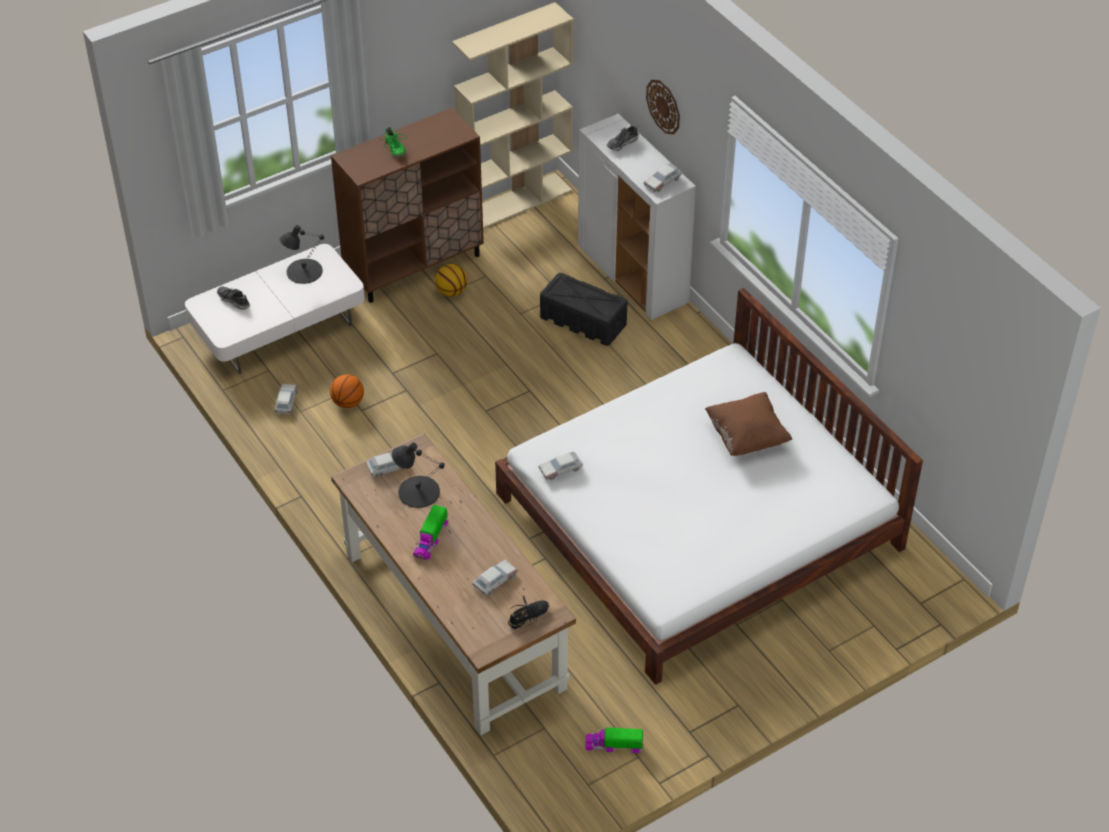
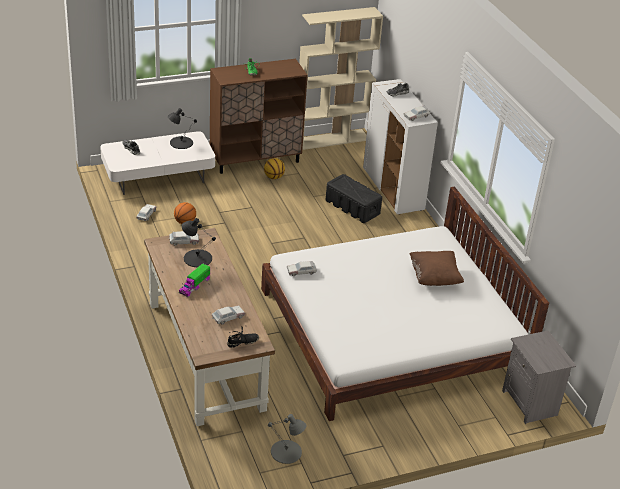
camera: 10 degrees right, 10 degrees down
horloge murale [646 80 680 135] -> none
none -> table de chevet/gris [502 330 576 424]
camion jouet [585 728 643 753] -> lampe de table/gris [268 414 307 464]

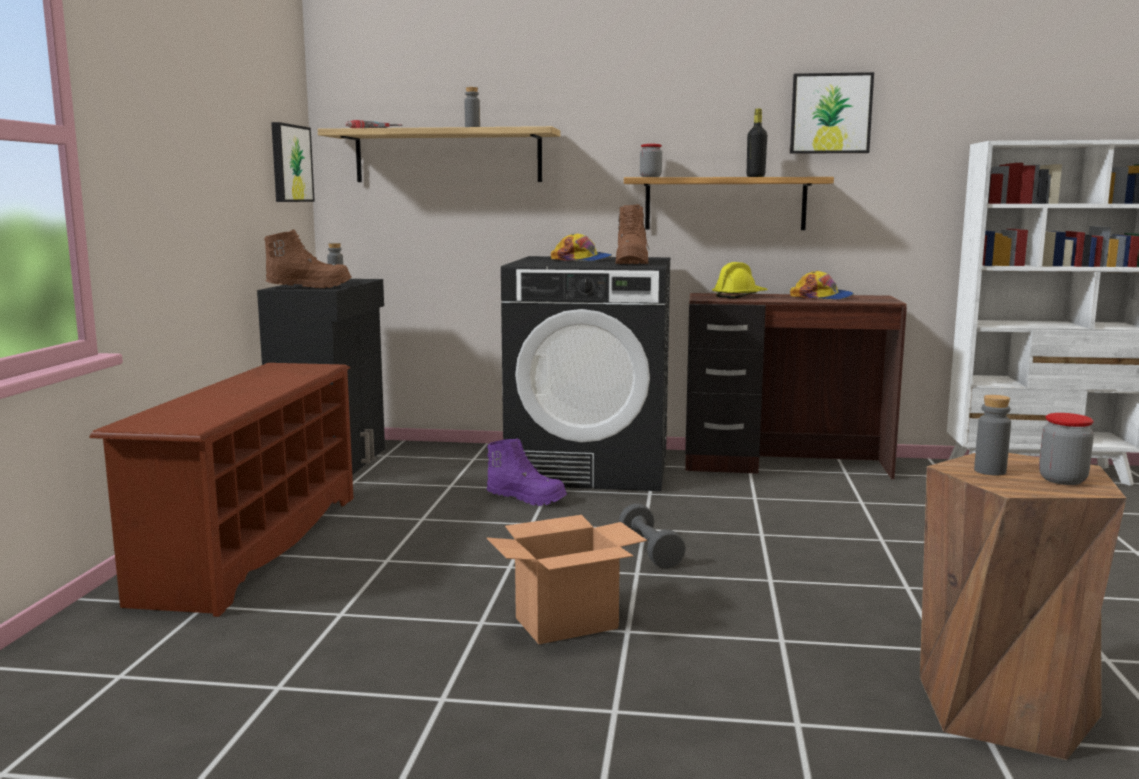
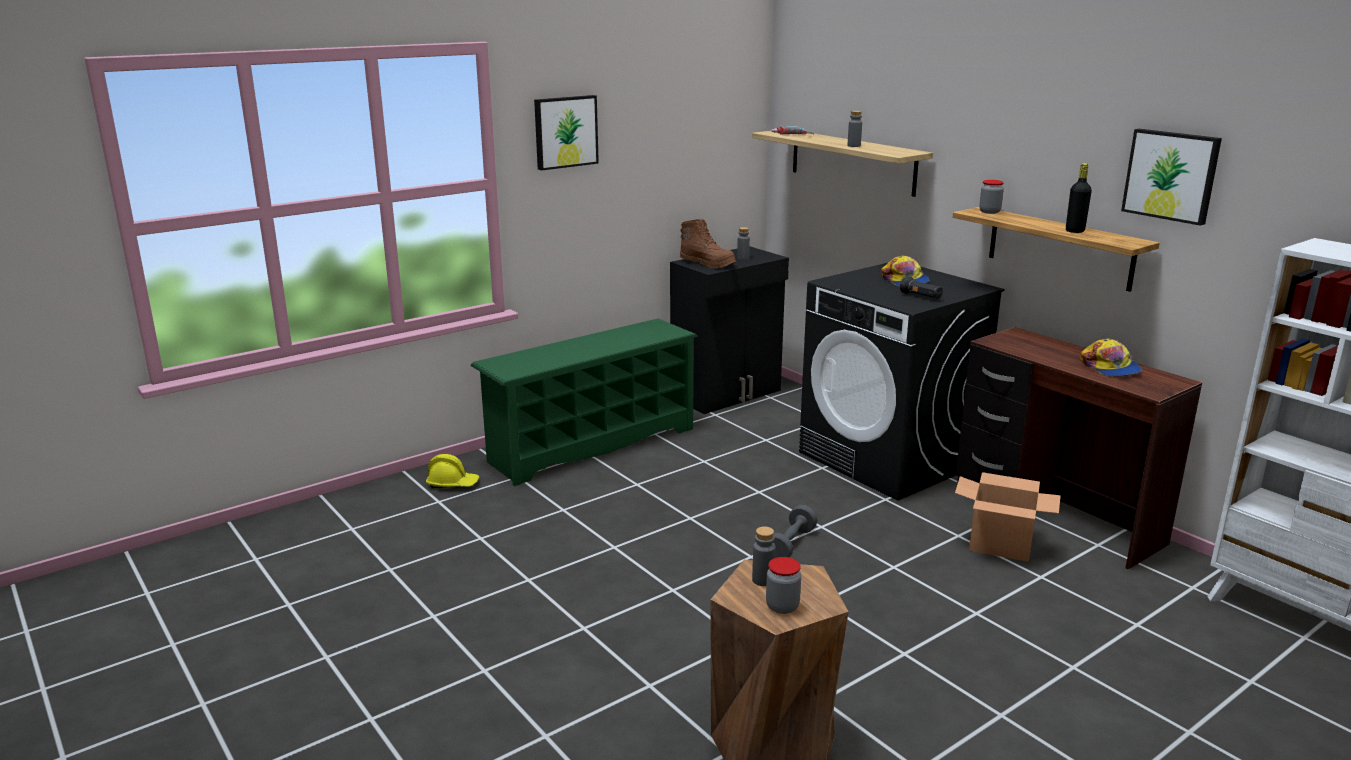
camera: 45 degrees right, 10 degrees up
botte/violet [487 438 567 506] -> none
tableau [271 122 315 202] -> tableau [534 95 599 171], relocated
carton [487 515 647 644] -> carton [955 472 1061 562], relocated
casque de chantier/jaune [712 262 768 299] -> casque de chantier/jaune [426 454 479 488], relocated
botte/marron [615 204 650 264] -> lampe de poche/noir [900 276 943 299]
étagère à chaussures/marron [89 363 354 617] -> étagère à chaussures/vert [470 318 698 486]

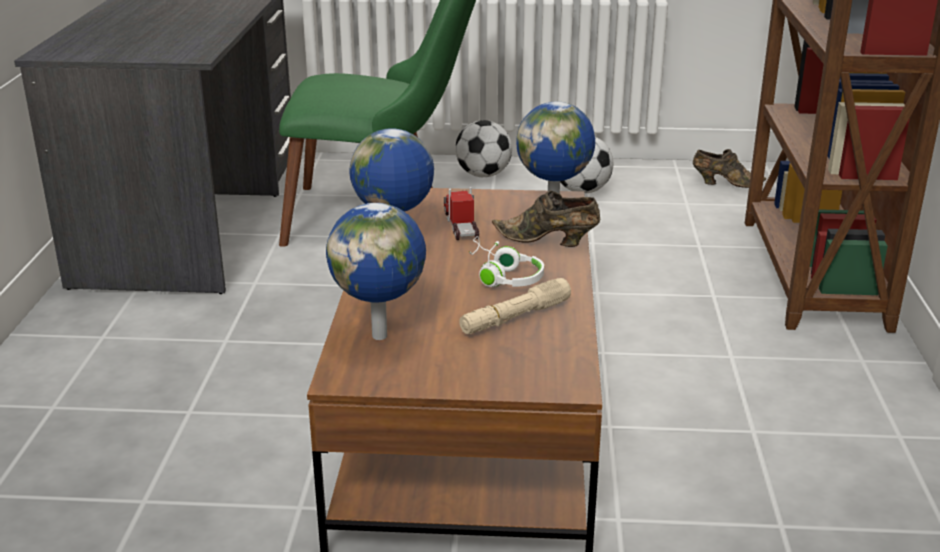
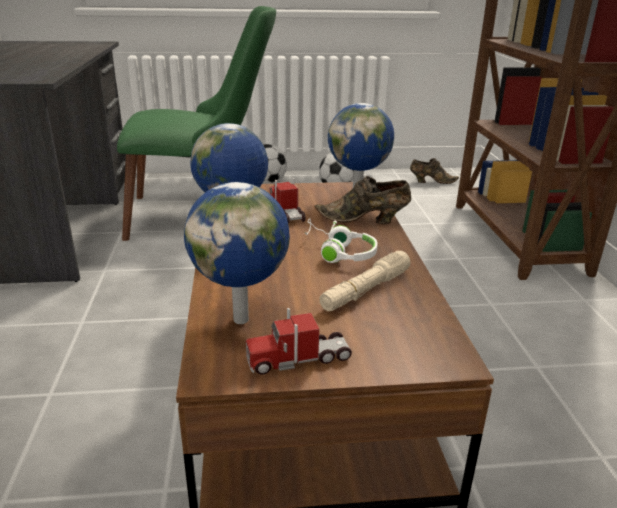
camera: 10 degrees left, 0 degrees up
none -> camion jouet [246 308 352 375]

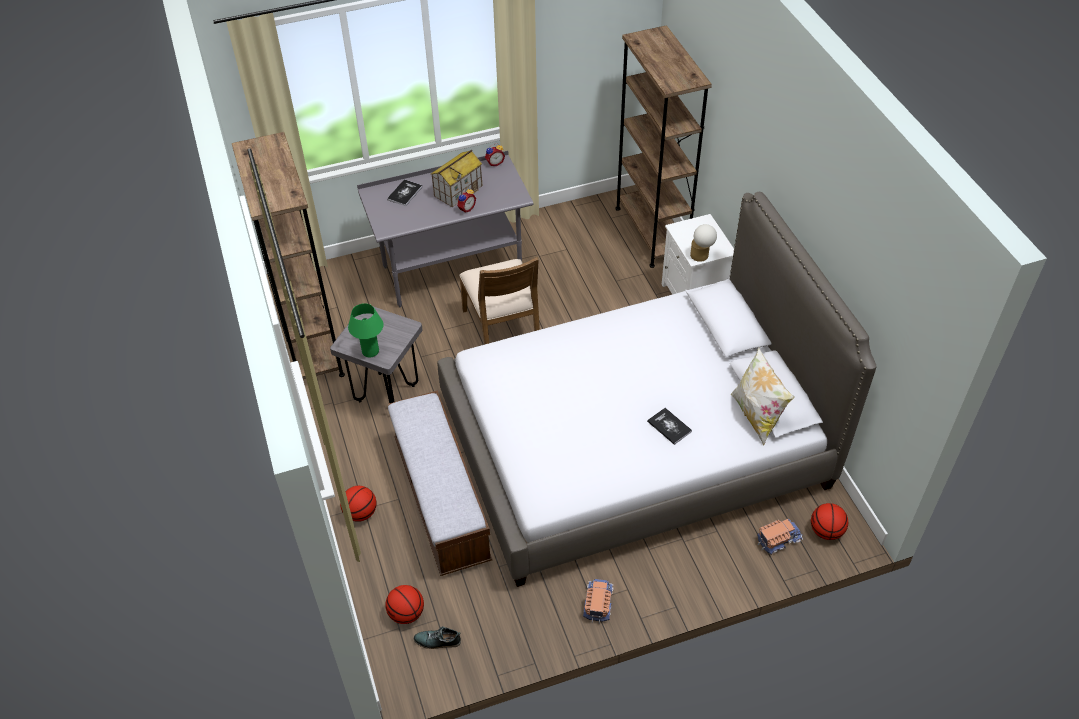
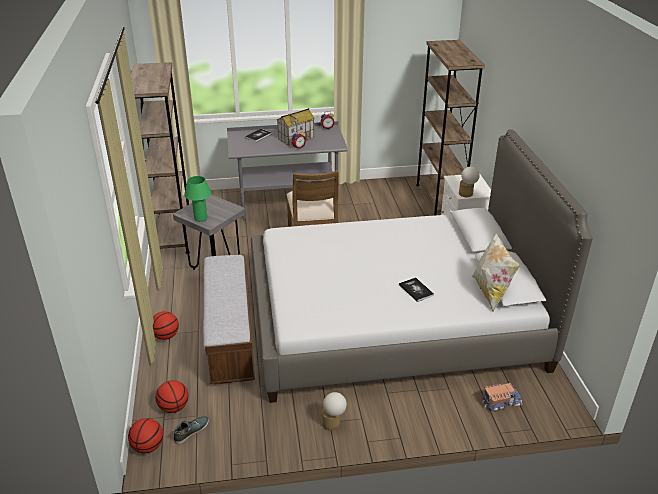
camera: 10 degrees right, 15 degrees down
ballon de basket [811 503 848 540] -> ballon de basket [128 418 163 454], relocated
camion jouet [583 579 614 624] -> lampe de table [322 392 347 431]
chaussure [414 626 461 649] -> chaussure [172 416 209 444], 120 degrees clockwise

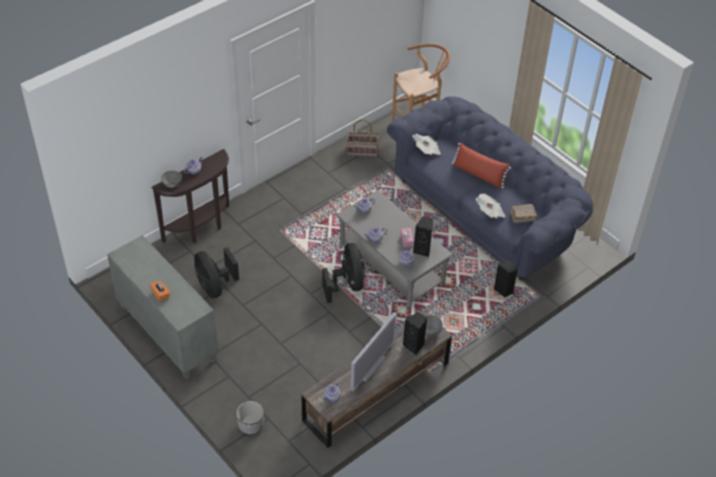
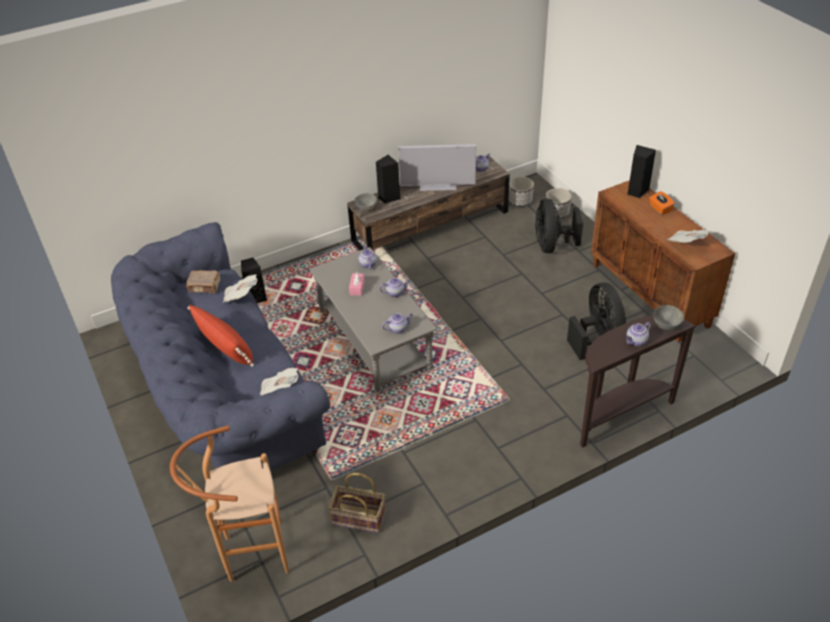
camera: 165 degrees left, 5 degrees down
none -> cache-pot [509 176 534 207]
none -> journal [667 230 711 243]
ventilateur/noir [322 243 365 303] -> ventilateur/noir [535 199 583 253], relocated
enceinte/noir [413 216 433 257] -> enceinte/noir [627 145 656 198], relocated
meuble de rangement/gris [107 235 219 380] -> meuble de rangement/marron [591 180 735 342]
téléviseur [351 312 397 391] -> téléviseur [398 144 476 191], 135 degrees counterclockwise

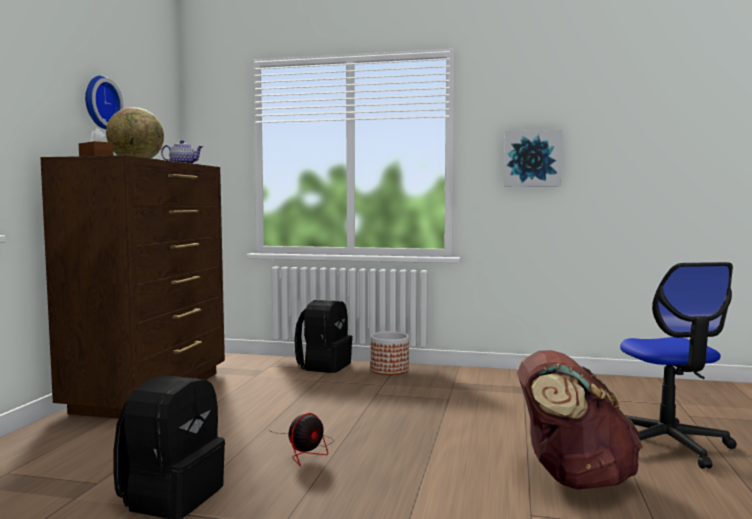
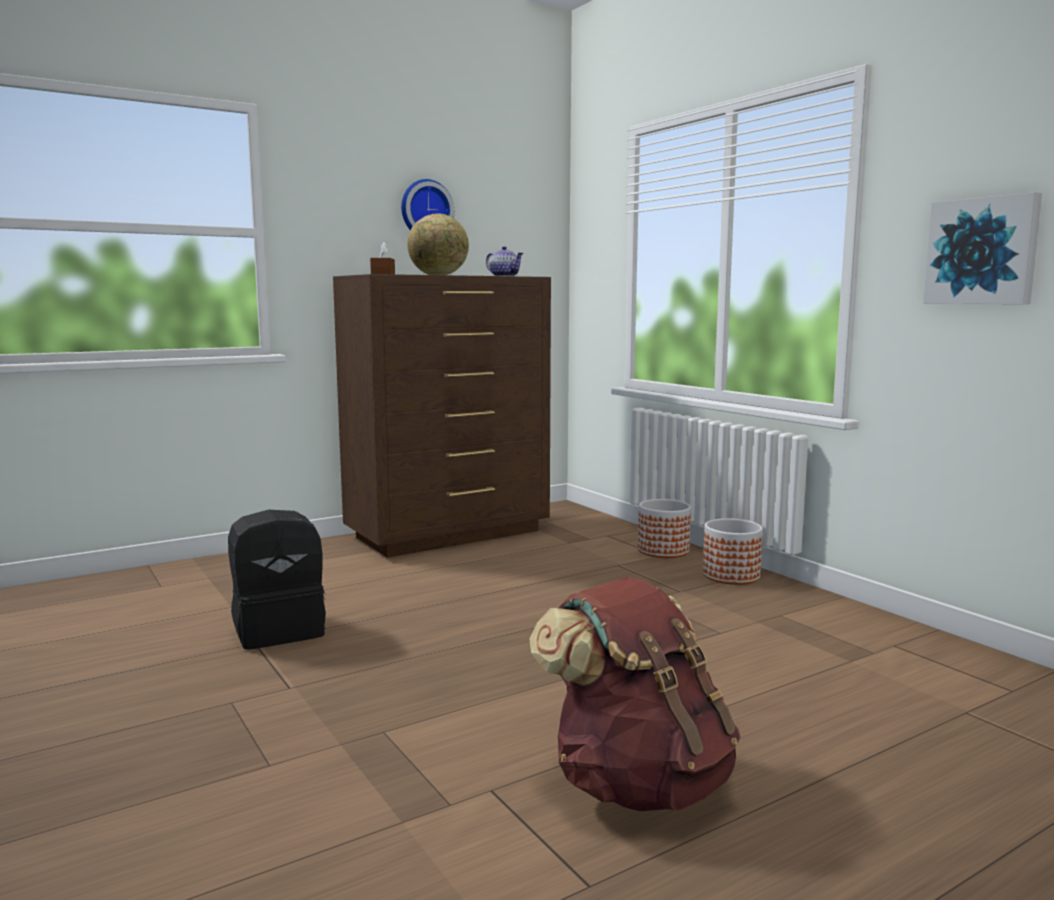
camera: 45 degrees right, 5 degrees up
ventilateur [268 413 334 466] -> none
chaise de bureau [620 262 737 469] -> none
sac à dos/noir [294 300 353 373] -> cache-pot [638 499 691 558]

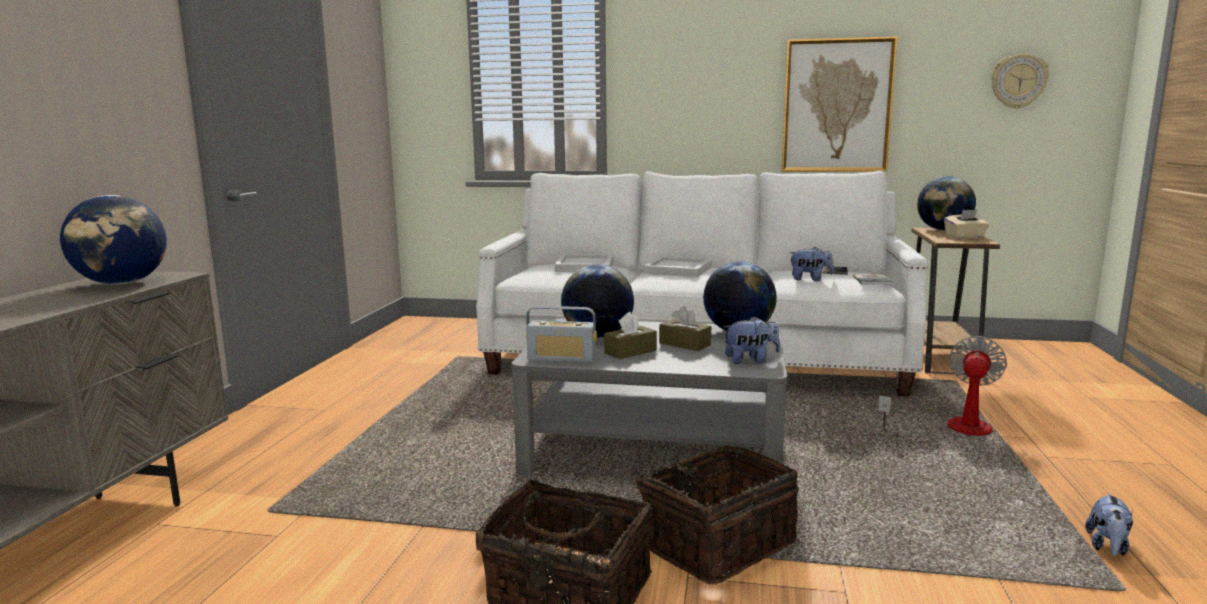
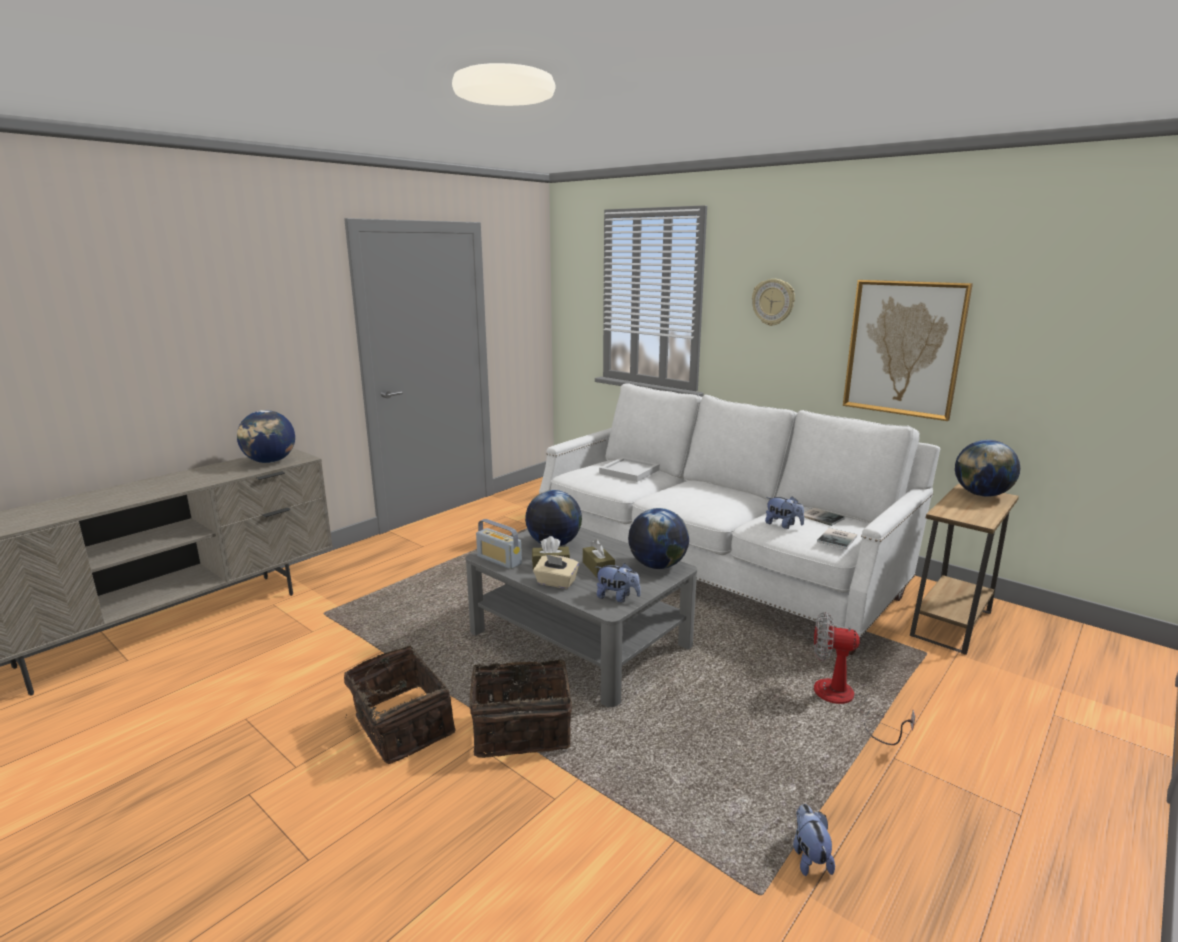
camera: 30 degrees right, 5 degrees up
plateau/blanc [643 257 712 277] -> none
boîte à mouchoirs/beige [944 210 989 239] -> boîte à mouchoirs/beige [533 555 579 589], relocated
horloge murale [991 53 1049 109] -> horloge murale [752 279 795 326], relocated
ventilateur [878 336 1007 439] -> ventilateur [814 612 915 745], 135 degrees counterclockwise
peluche [1085 493 1133 556] -> peluche [793 804 835 876], 120 degrees clockwise

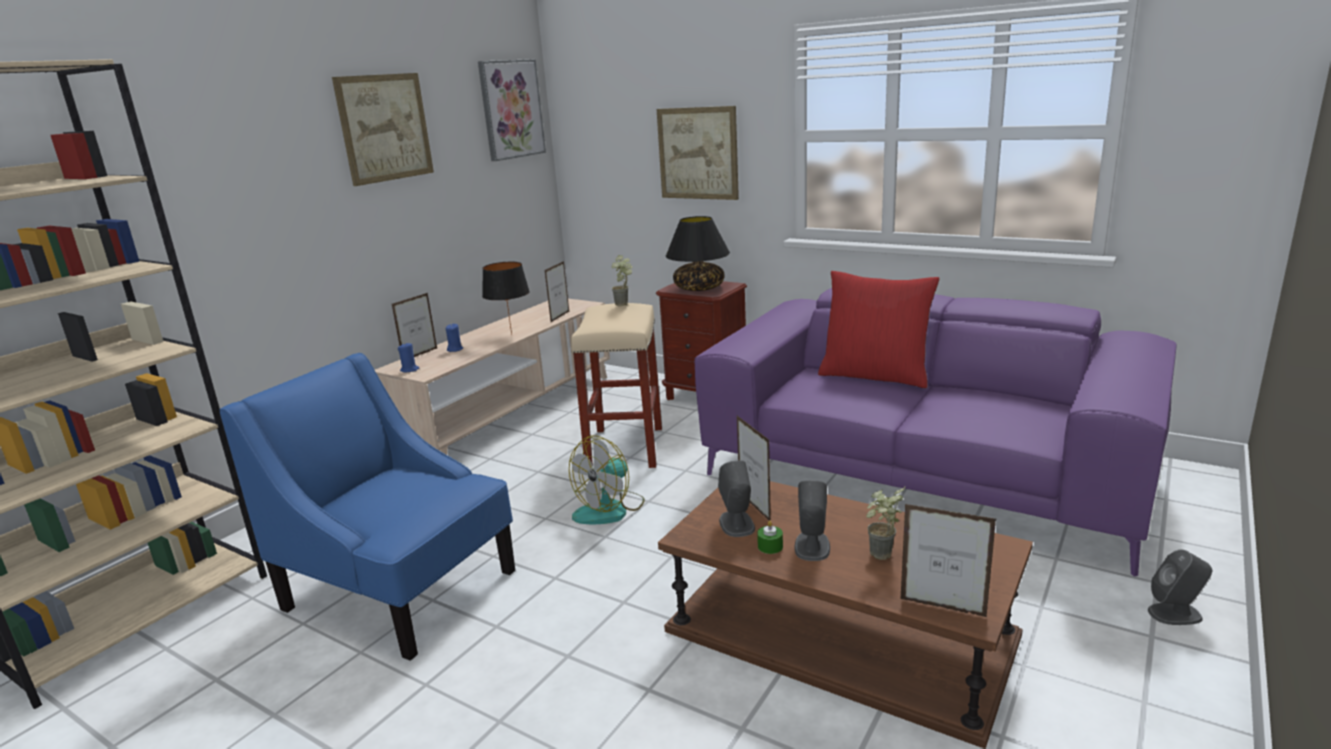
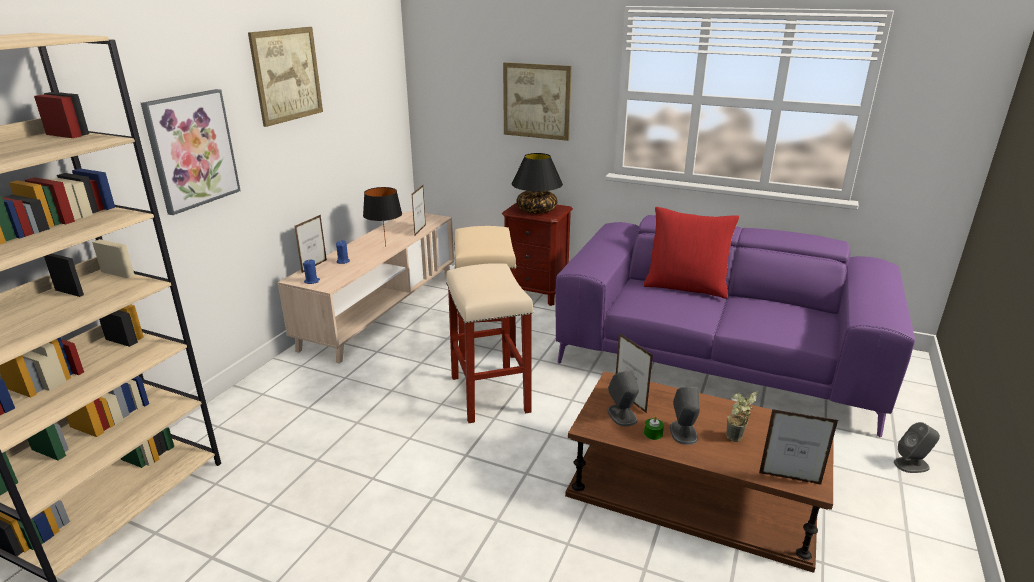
camera: 10 degrees left, 5 degrees up
fauteuil/bleu [219 353 515 661] -> none
plante en pot [611 255 633 306] -> none
tableau [478 59 546 161] -> tableau [141 89 241 215], relocated
ventilateur [569 436 645 524] -> tabouret/beige [446 263 533 423]

